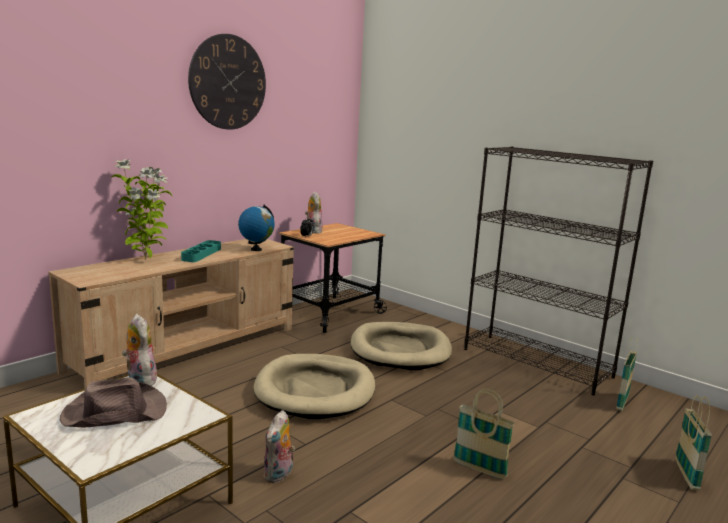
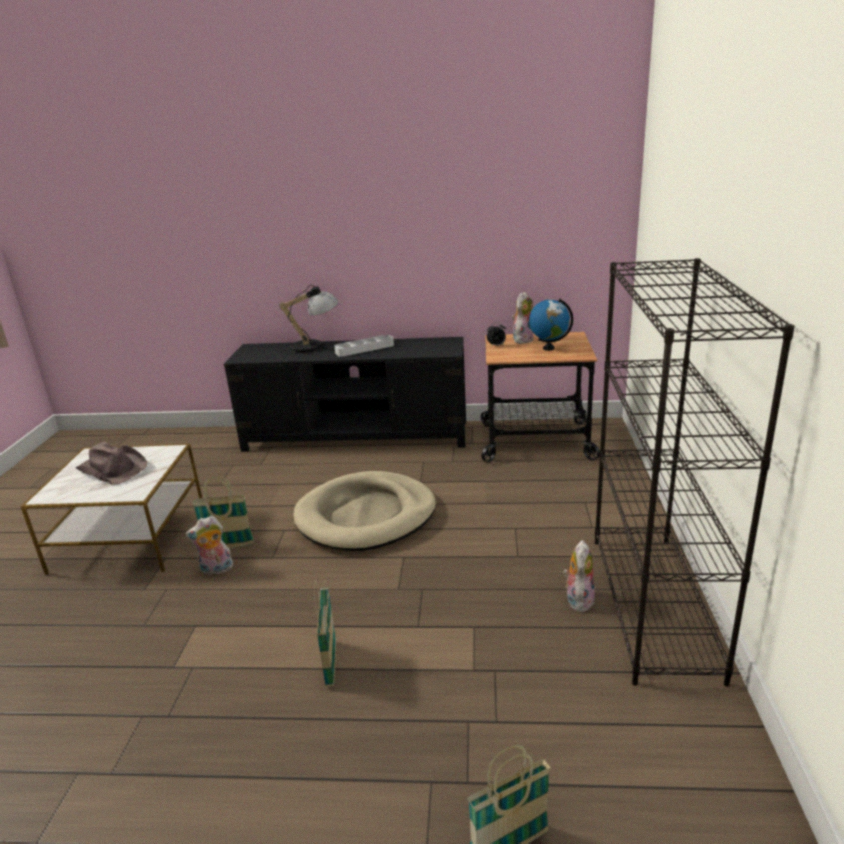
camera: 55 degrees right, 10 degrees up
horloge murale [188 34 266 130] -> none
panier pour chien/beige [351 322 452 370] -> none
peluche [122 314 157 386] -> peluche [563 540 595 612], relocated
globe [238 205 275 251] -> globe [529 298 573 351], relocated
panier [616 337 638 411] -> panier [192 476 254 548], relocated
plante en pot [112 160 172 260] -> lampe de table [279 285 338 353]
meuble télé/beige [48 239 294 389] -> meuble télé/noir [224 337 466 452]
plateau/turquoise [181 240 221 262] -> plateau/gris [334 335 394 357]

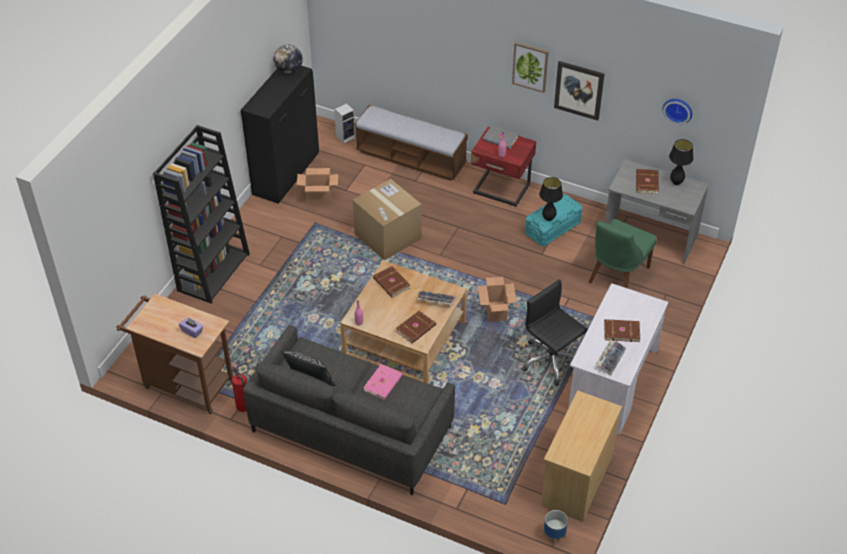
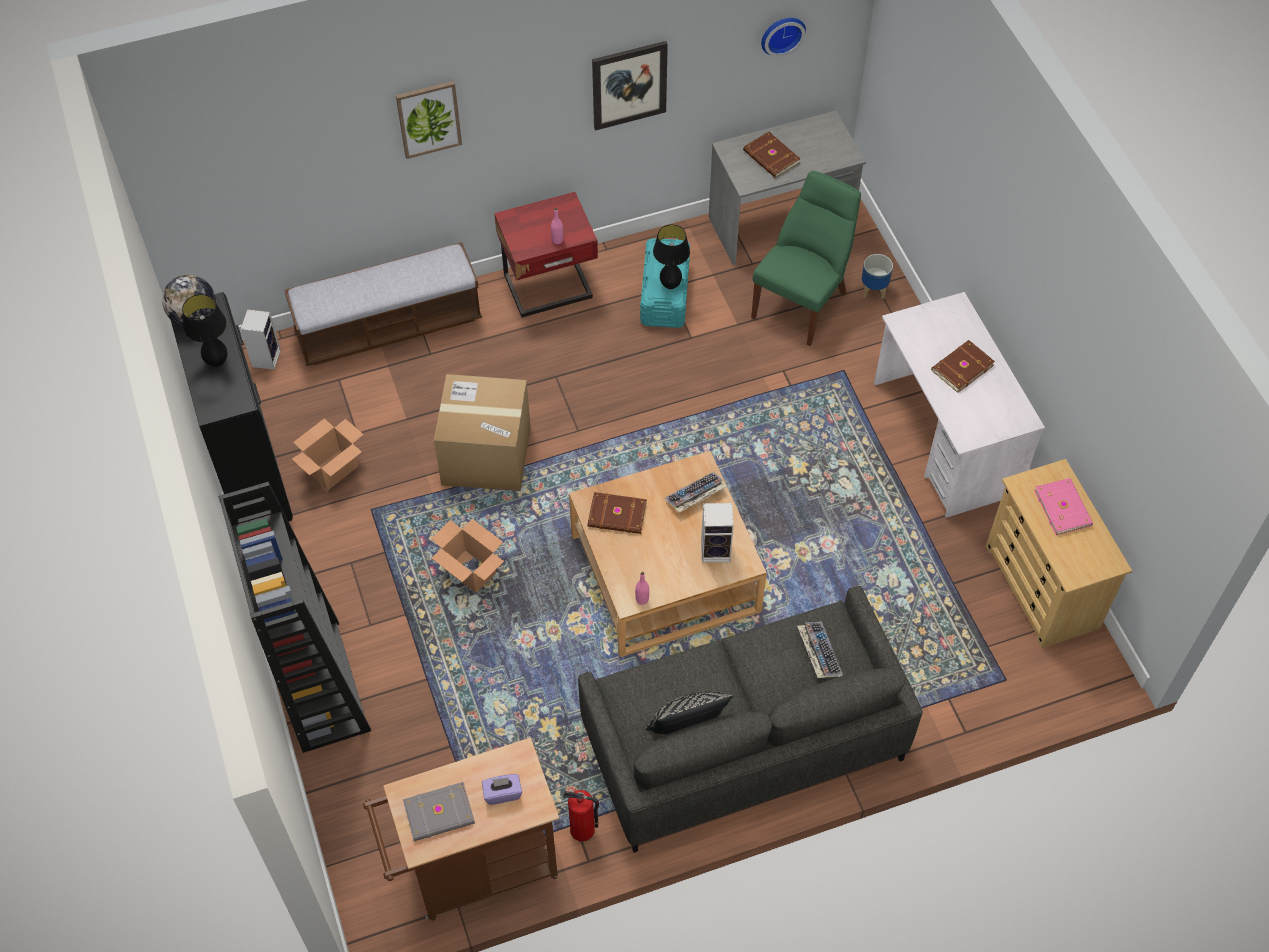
camera: 45 degrees left, 10 degrees up
chaise de bureau/noir [522 279 588 385] -> none
livre/rose [363 364 403 400] -> livre/rose [1034 478 1093 535], relocated
carton [478 277 517 322] -> carton [431 519 504 593], relocated
livre/gris [482 126 519 149] -> livre/gris [403 782 475 841], relocated
tableau [512 42 549 93] -> tableau [396 81 462 159], relocated
cache-pot [543 510 568 546] -> cache-pot [862 254 893 299], relocated
clavier [596 340 626 376] -> clavier [797 622 843 678], relocated
lampe de table/noir [669 139 693 185] -> lampe de table/noir [182 294 228 367], relocated
livre/marron [395 311 436 343] -> enceinte [701 503 734 563]
chaise/vert [588 219 657 288] -> chaise/vert [751 171 861 346], 135 degrees counterclockwise

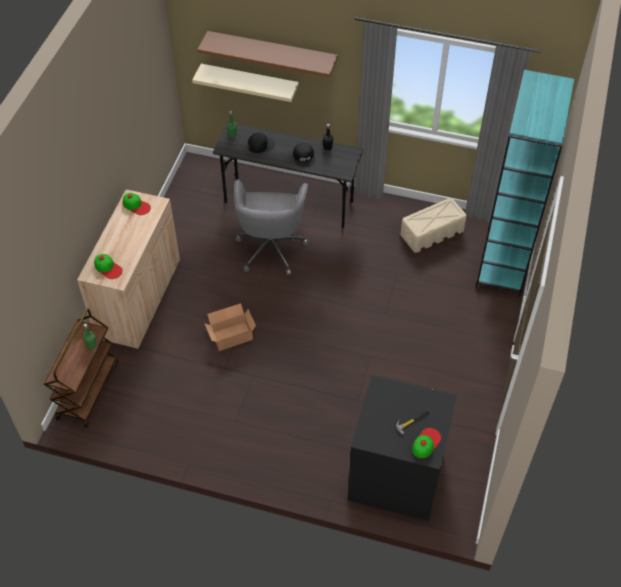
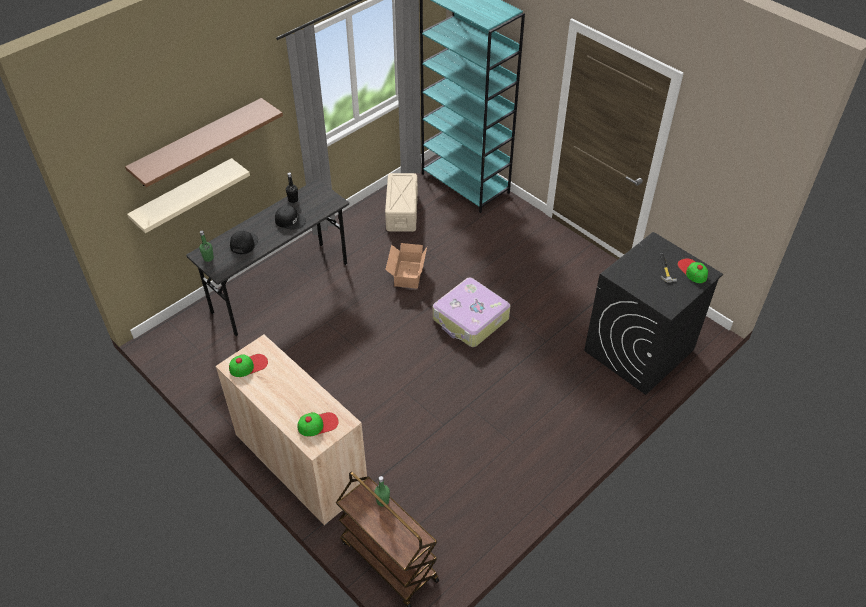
camera: 60 degrees left, 5 degrees down
chaise de bureau/gris [234 180 309 275] -> none
none -> valise [433 278 510 347]
carton [204 303 256 351] -> carton [385 243 427 289], relocated

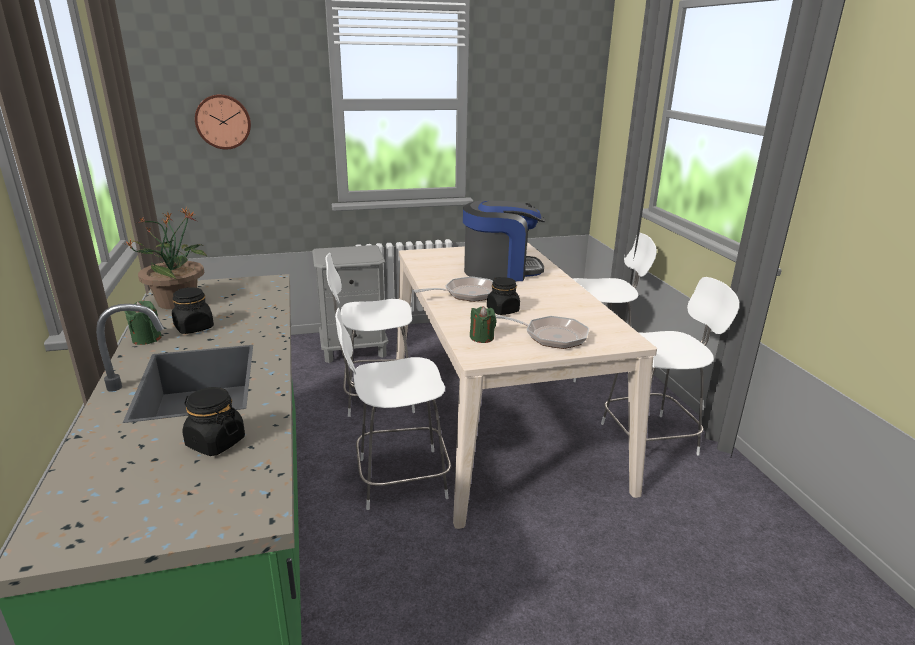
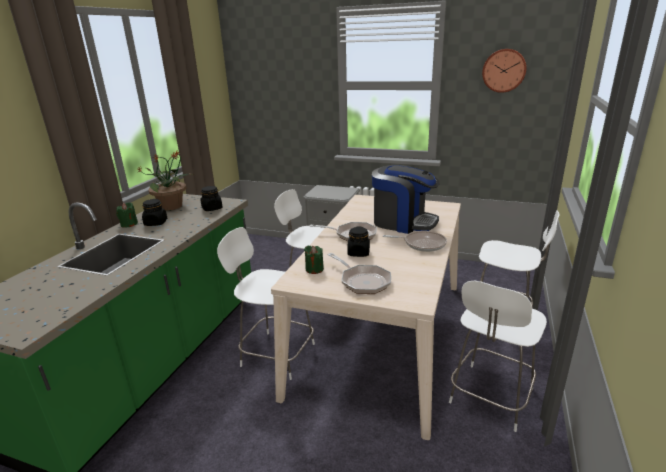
camera: 35 degrees right, 0 degrees up
none -> poêle [383 231 447 252]
bocal/noir [182 387 245 456] -> bocal/noir [201 186 223 211], relocated
horloge murale [195 94 251 149] -> horloge murale [482 49 526 93], relocated
chaise/blanc [601 277 739 455] -> chaise/blanc [449 281 547 432], 105 degrees clockwise

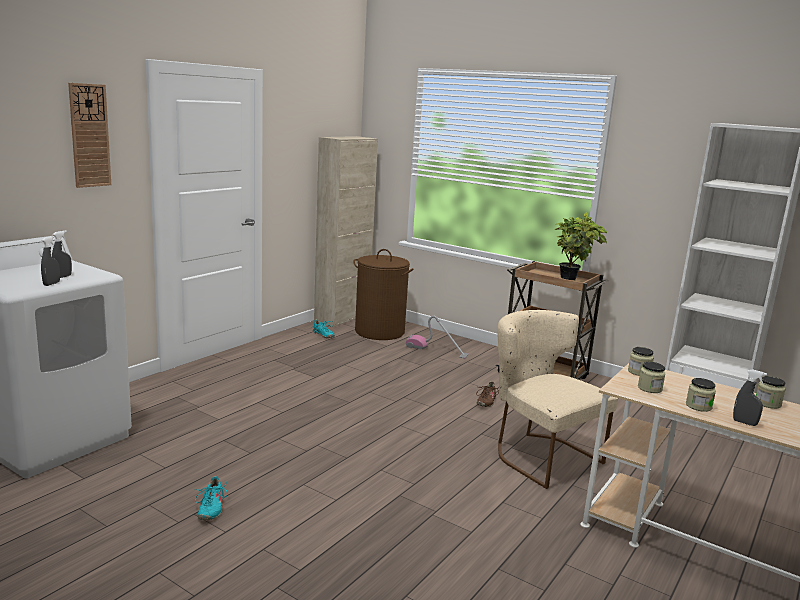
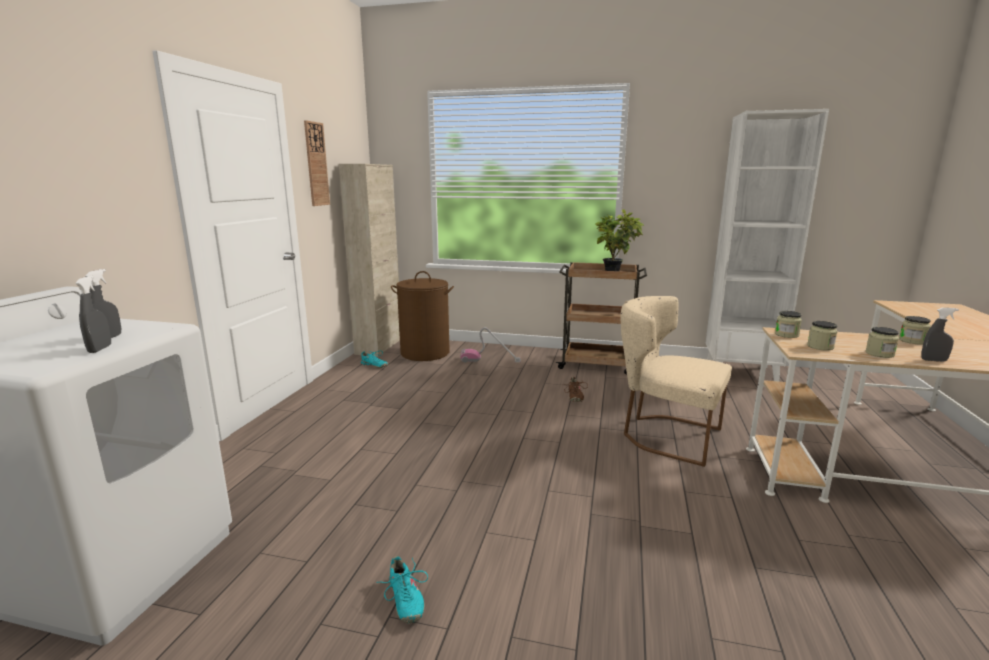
camera: 20 degrees left, 0 degrees up
horloge murale [68 83 111 188] -> horloge murale [304 120 330 206], relocated

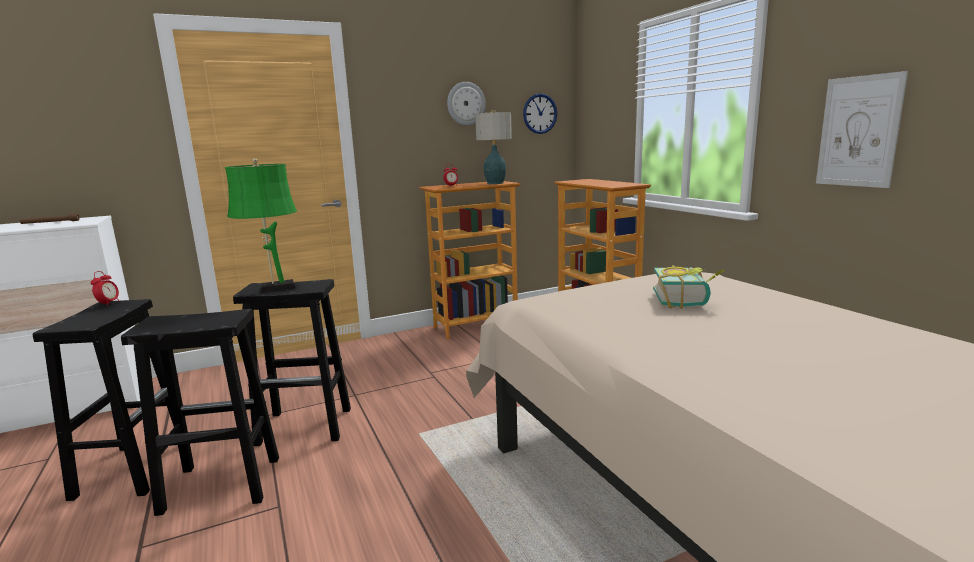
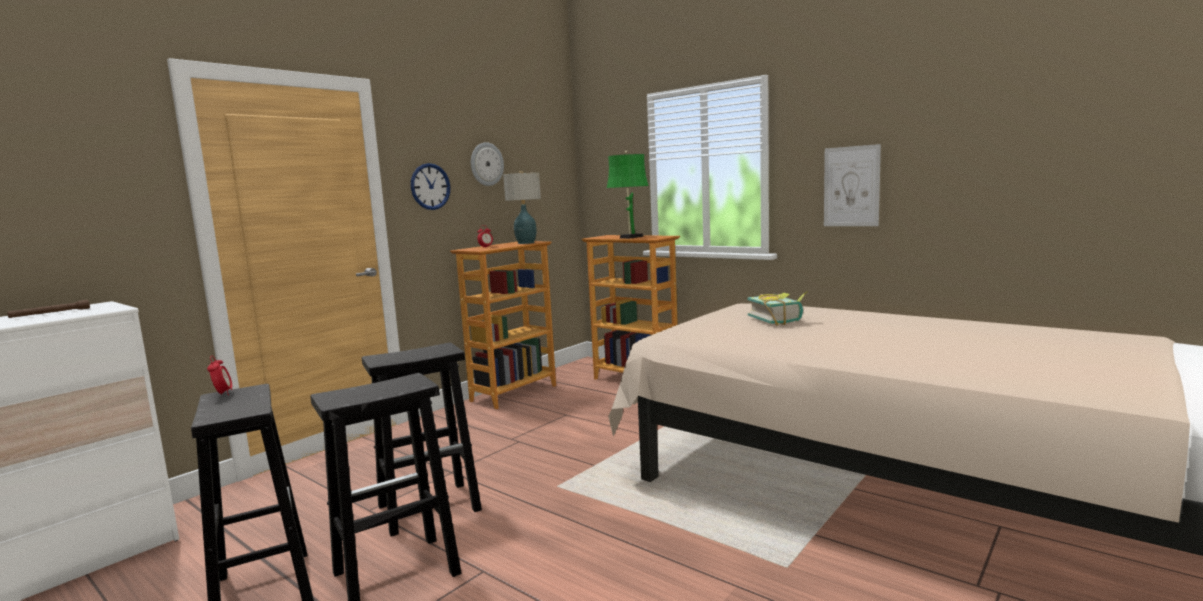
camera: 25 degrees left, 5 degrees down
lampe de table/vert [225 158 297 293] -> lampe de table/vert [607 151 649 239], relocated
horloge murale [523 93 557 134] -> horloge murale [411 163 450 210], relocated

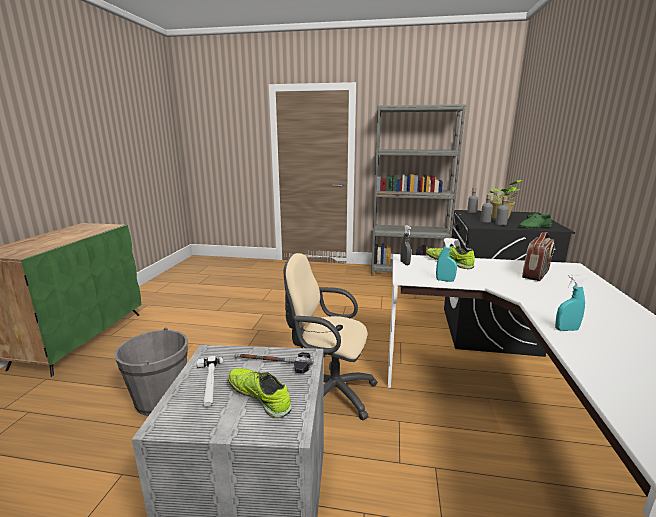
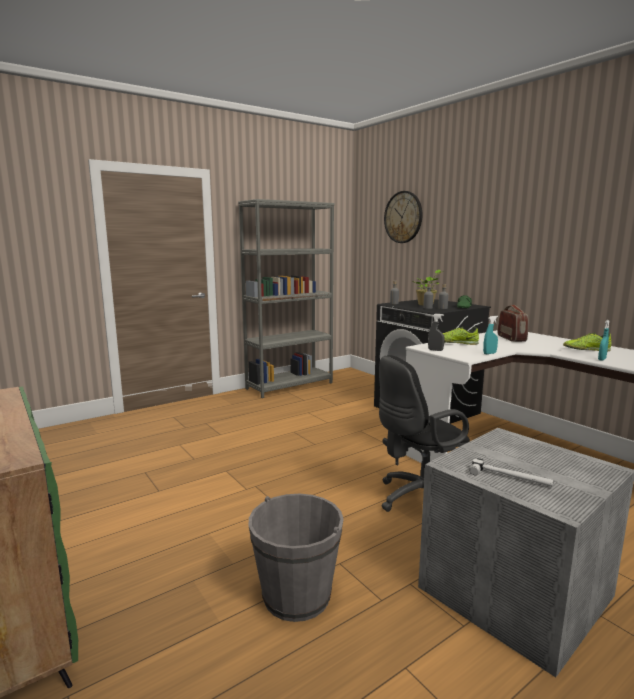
camera: 45 degrees left, 5 degrees down
marteau [235 352 313 374] -> none
none -> horloge murale [384 191 423 243]
chaussure [228 368 292 418] -> chaussure [563 332 611 351], relocated
chaise de bureau/beige [284 253 378 420] -> chaise de bureau/noir [379 355 470 512]

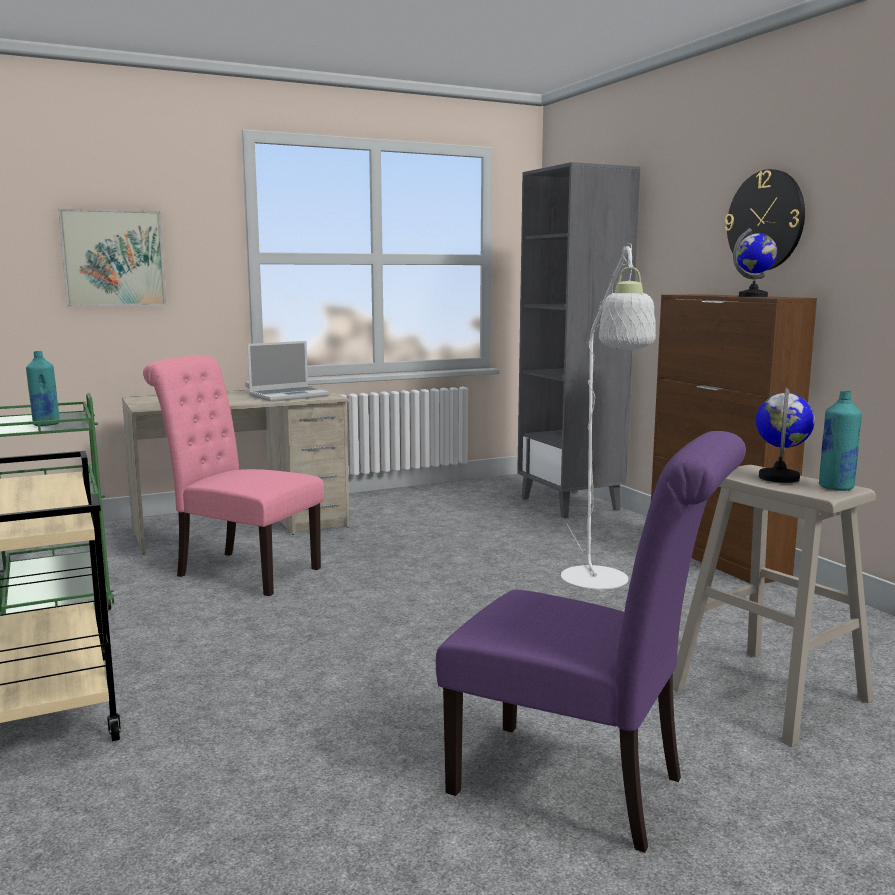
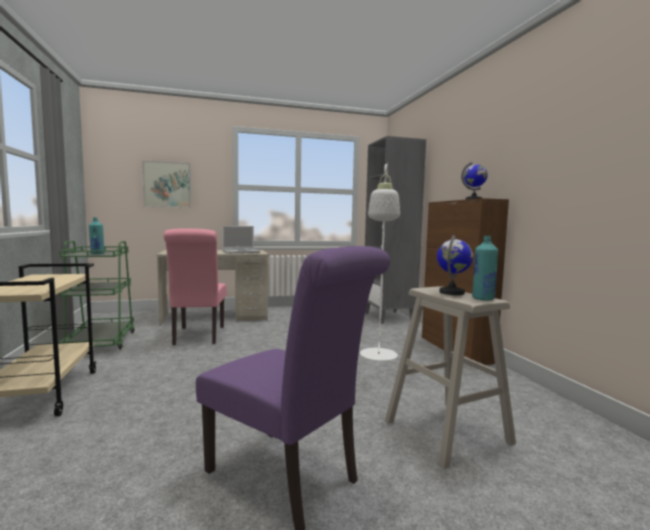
camera: 10 degrees right, 5 degrees down
horloge murale [725 169 805 270] -> none
chaise/rose [143 355 324 596] -> chaise/rose [164 228 226 345], 135 degrees counterclockwise

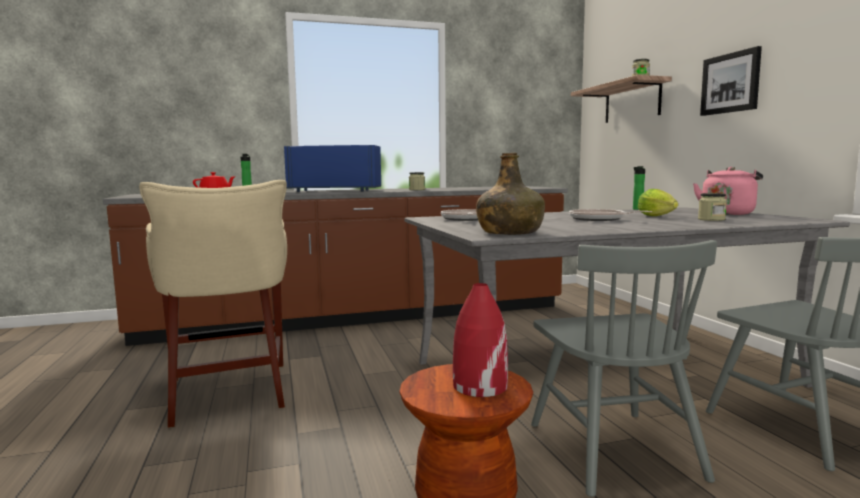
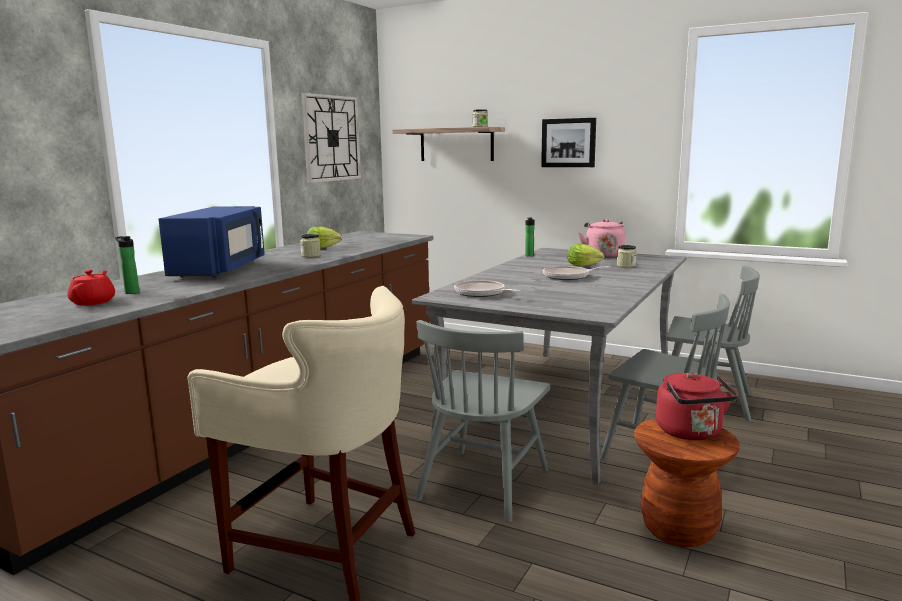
camera: 45 degrees left, 5 degrees up
bouteille/vert [476 153 545 235] -> none
none -> horloge murale [301 93 361 183]
none -> laitue [307 226 342 248]
none -> chaise/gris [415 320 550 523]
vase/rouge [453 283 508 397] -> bouilloire/rouge [656 372 738 440]
micro-ondes/bleu [284 145 381 192] -> micro-ondes/bleu [159 206 265 278], 135 degrees clockwise

